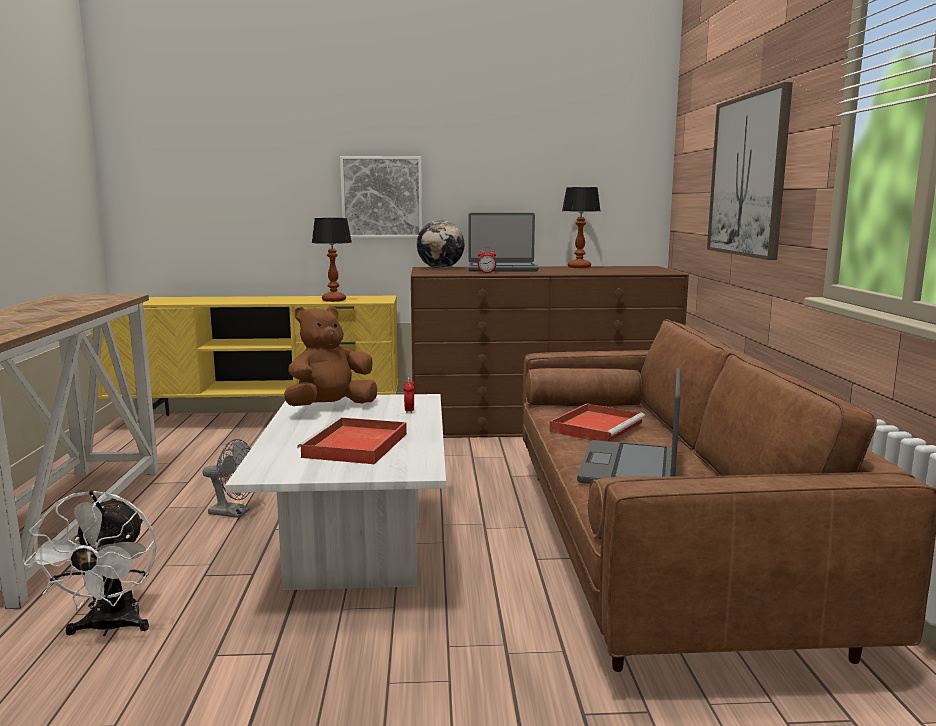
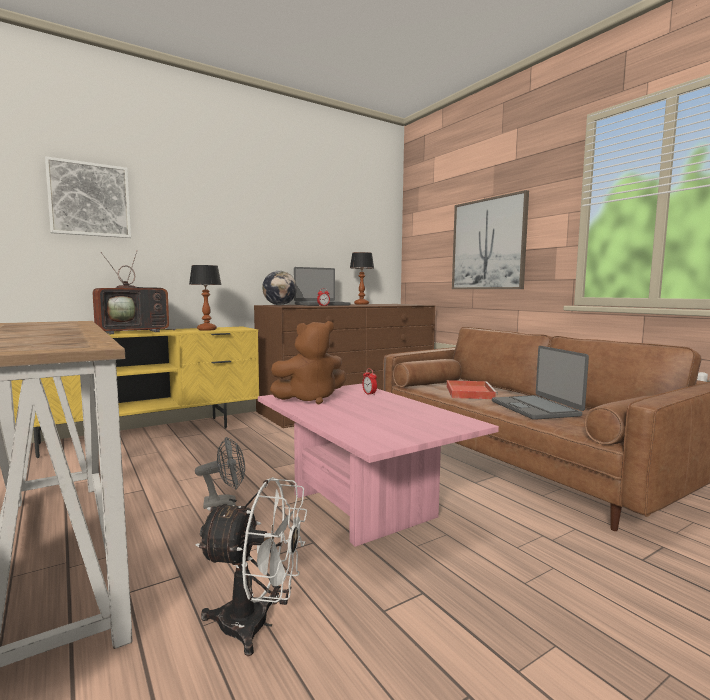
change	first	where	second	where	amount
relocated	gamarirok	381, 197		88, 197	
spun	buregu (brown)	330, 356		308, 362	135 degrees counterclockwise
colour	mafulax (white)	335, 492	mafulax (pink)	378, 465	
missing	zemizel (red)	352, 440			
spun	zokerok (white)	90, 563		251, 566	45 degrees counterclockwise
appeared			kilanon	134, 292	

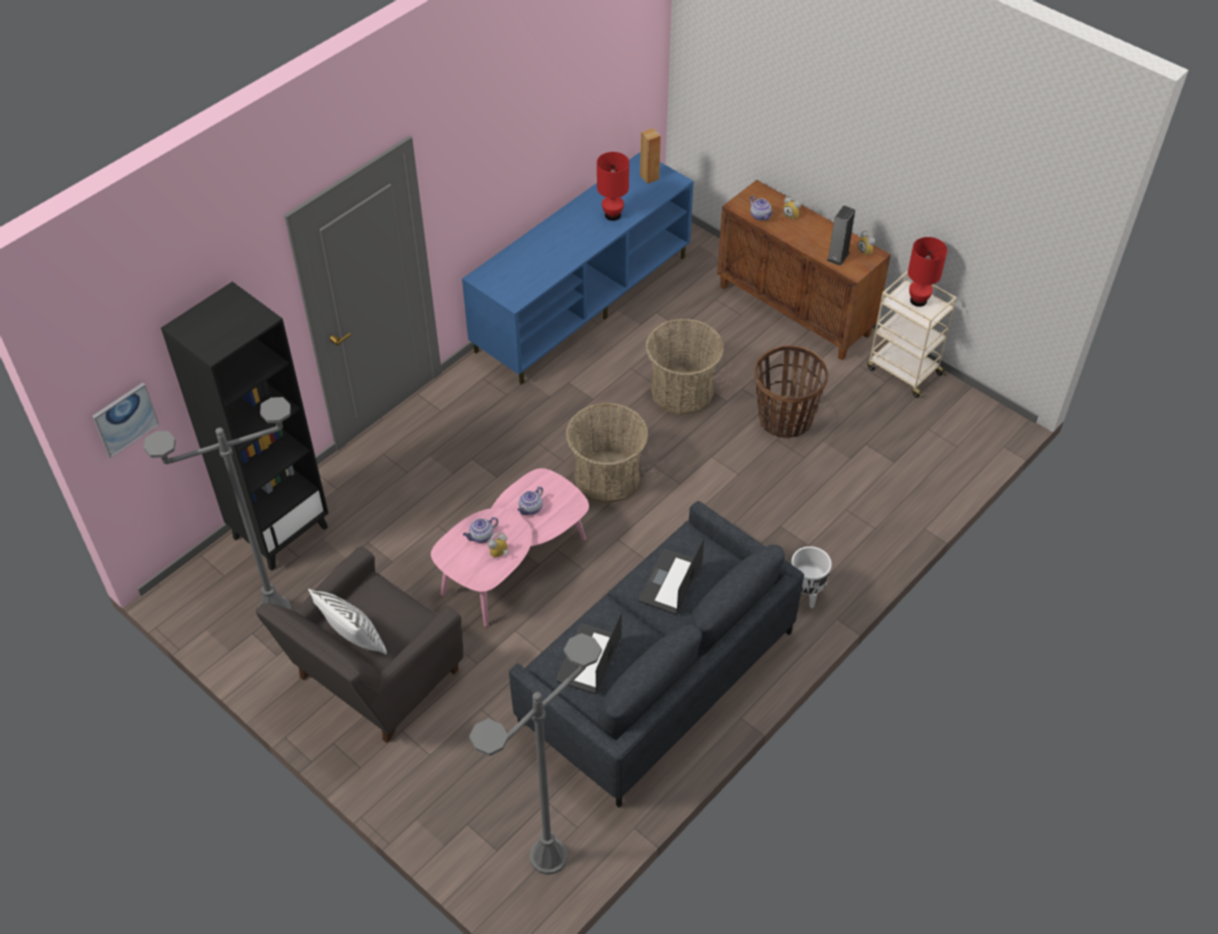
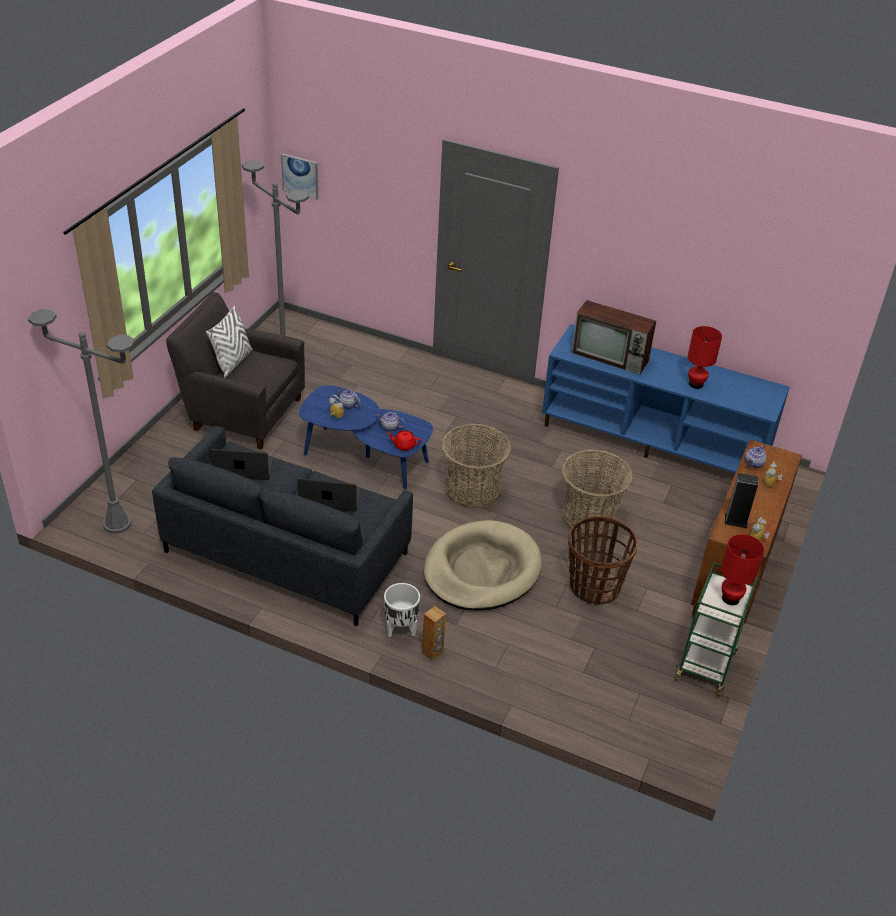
change	first	where	second	where	amount
relocated	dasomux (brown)	650, 156		434, 633	
colour	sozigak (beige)	912, 334	sozigak (green)	716, 629	
missing	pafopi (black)	244, 426			
colour	mafulax (pink)	510, 547	mafulax (blue)	366, 437	
appeared			kilanon	613, 337	
appeared			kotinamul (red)	404, 440	
appeared			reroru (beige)	483, 565	

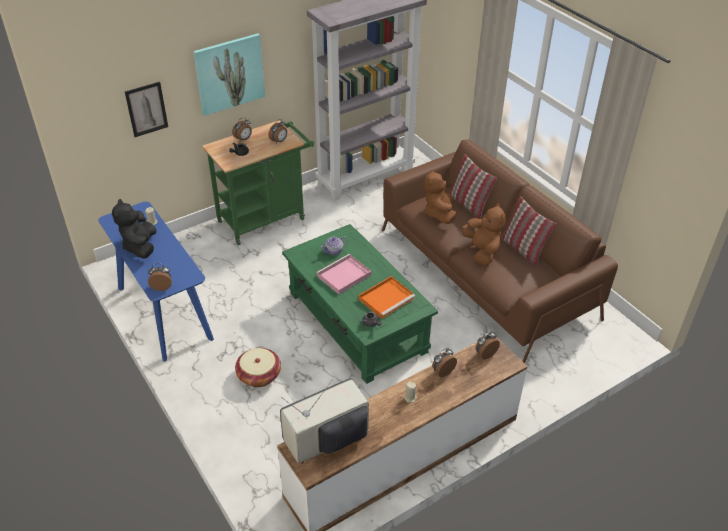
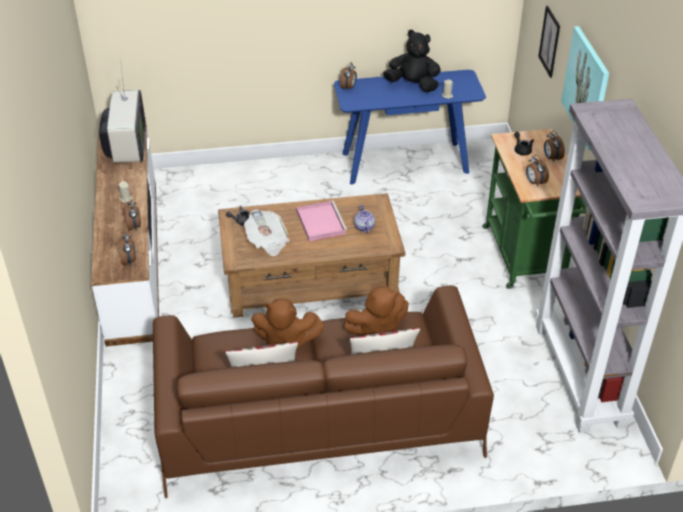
change	first	where	second	where	amount
spun	buregu (brown)	440, 196		376, 311	135 degrees clockwise
colour	mafulax (green)	360, 304	mafulax (brown)	311, 255	
exchanged	zemizel (orange)	387, 297	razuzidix	267, 232	
missing	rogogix	258, 367			

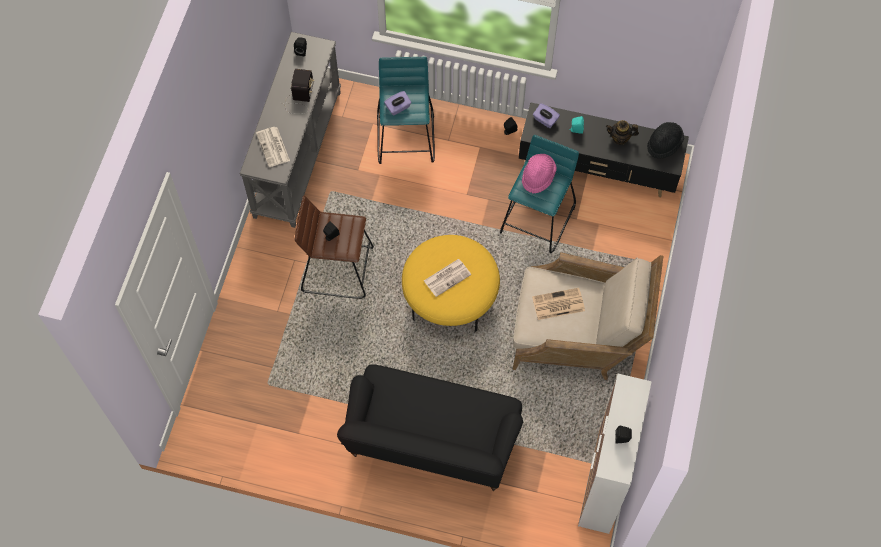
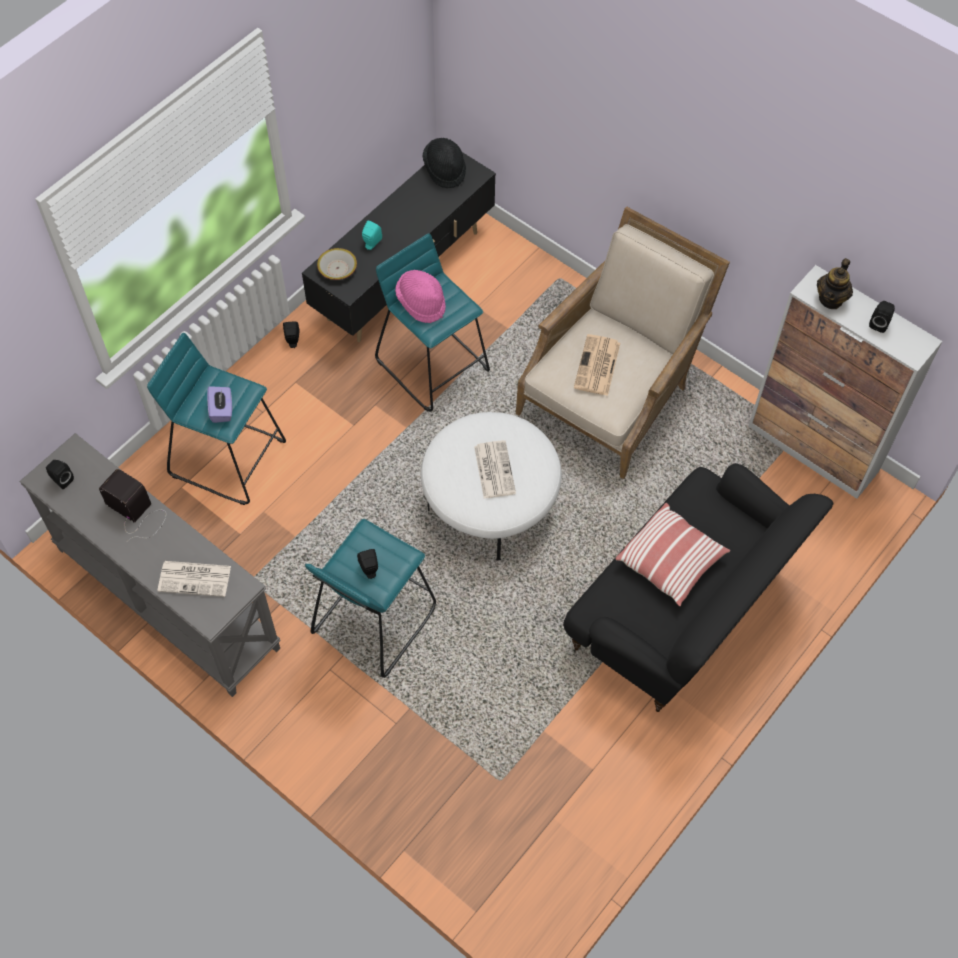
change	first	where	second	where	amount
exchanged	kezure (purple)	546, 115	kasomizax	337, 264	
relocated	kotinamul	622, 132		835, 283	
colour	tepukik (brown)	334, 247	tepukik (turquoise)	370, 598	
colour	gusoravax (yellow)	451, 283	gusoravax (white)	491, 486	
appeared			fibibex	672, 554	

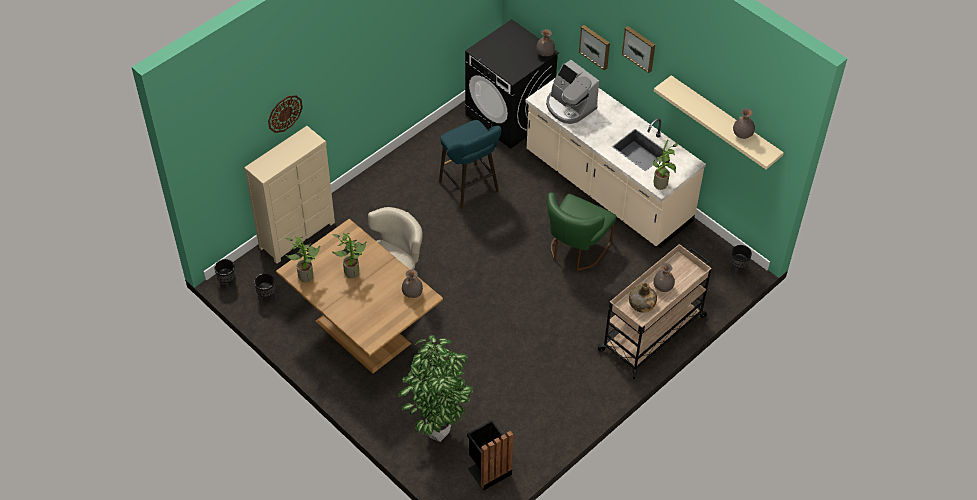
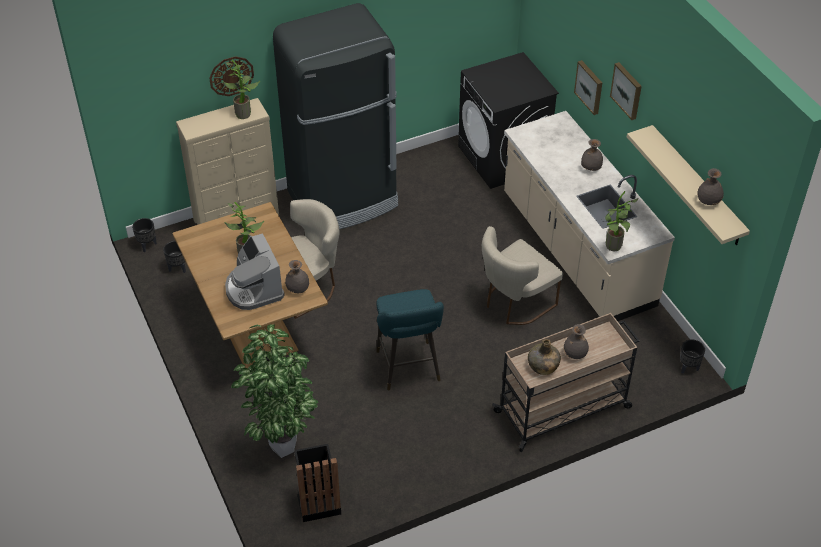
change	first	where	second	where	amount
relocated	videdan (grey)	545, 42		592, 155	
relocated	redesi	572, 92		255, 271	
relocated	tepukik (turquoise)	470, 164		410, 340	
colour	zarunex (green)	581, 231	zarunex (beige)	522, 275	
relocated	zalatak	302, 259		241, 89	
appeared			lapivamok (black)	335, 116	

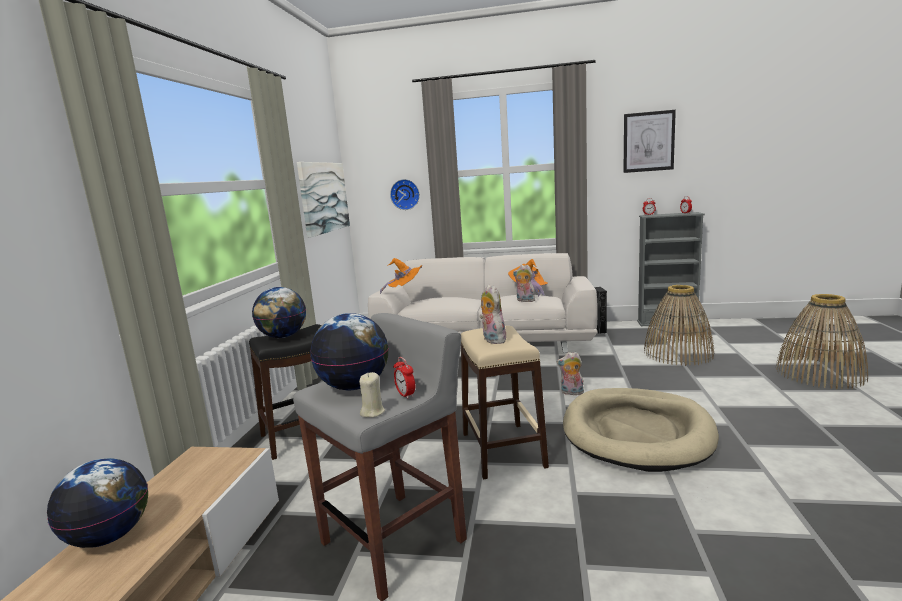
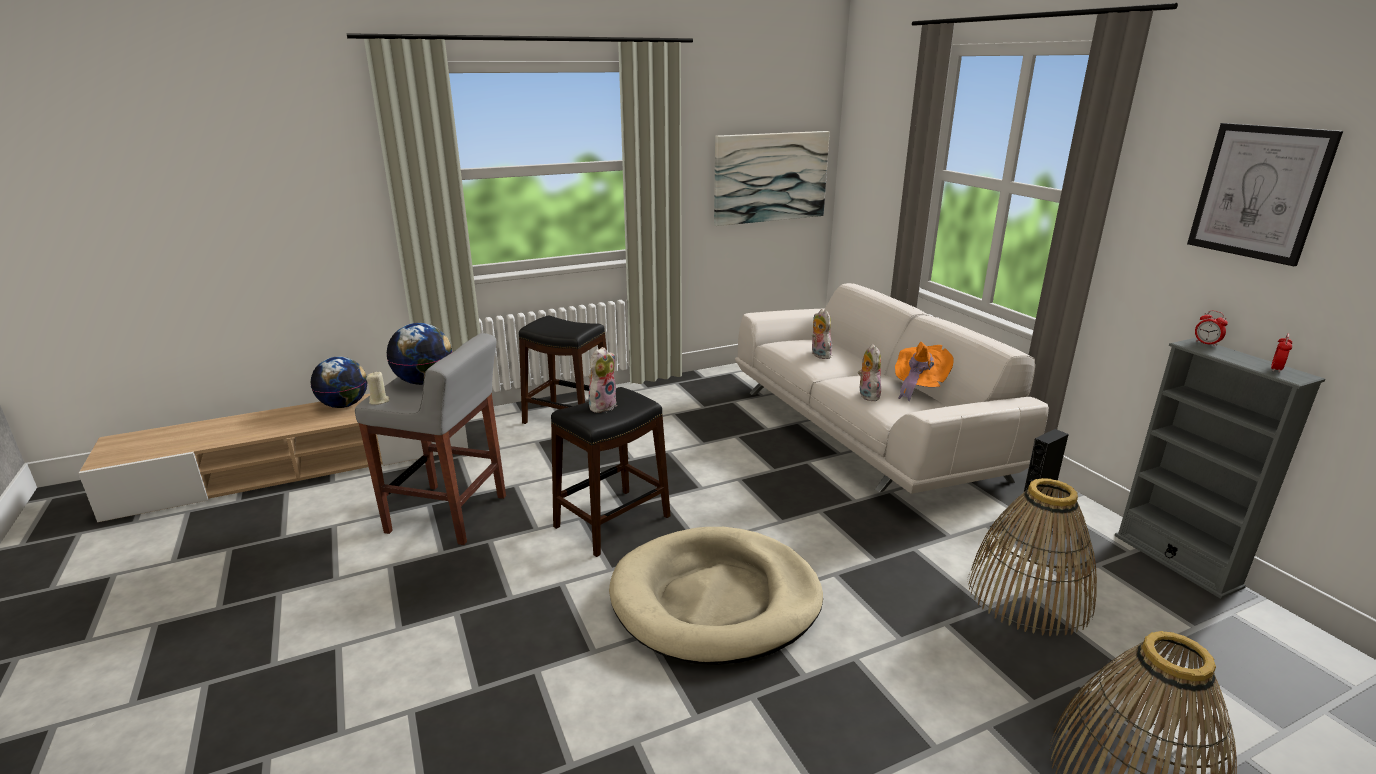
change	first	where	second	where	amount
missing	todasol	405, 194			
missing	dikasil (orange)	401, 276			
missing	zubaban	279, 312			
colour	tepukik (beige)	505, 403	tepukik (black)	611, 472	
relocated	buregu	570, 373		822, 334	
missing	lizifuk	404, 378			

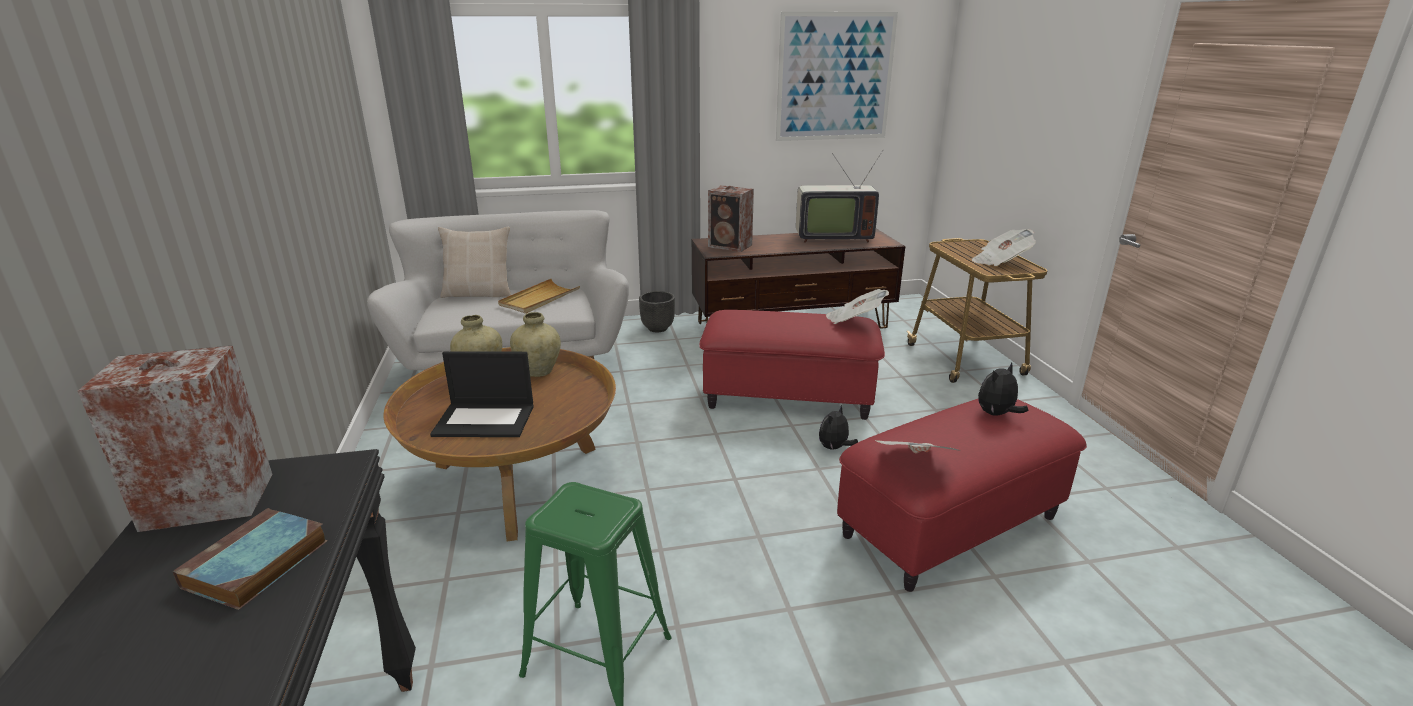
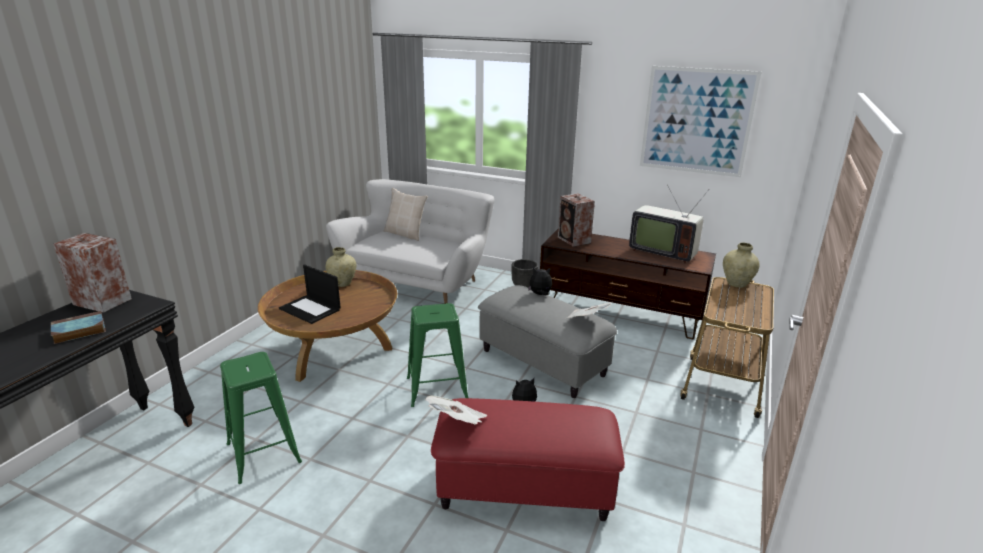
change	first	where	second	where	amount
missing	razuzidix	1004, 247			
missing	zemizel (beige)	539, 296			
colour	gusoravax (red)	792, 365	gusoravax (grey)	547, 341	
relocated	videdan (beige)	535, 344		741, 265	
relocated	buregu	1003, 389		540, 281	
appeared			tepukik (green)	437, 355	

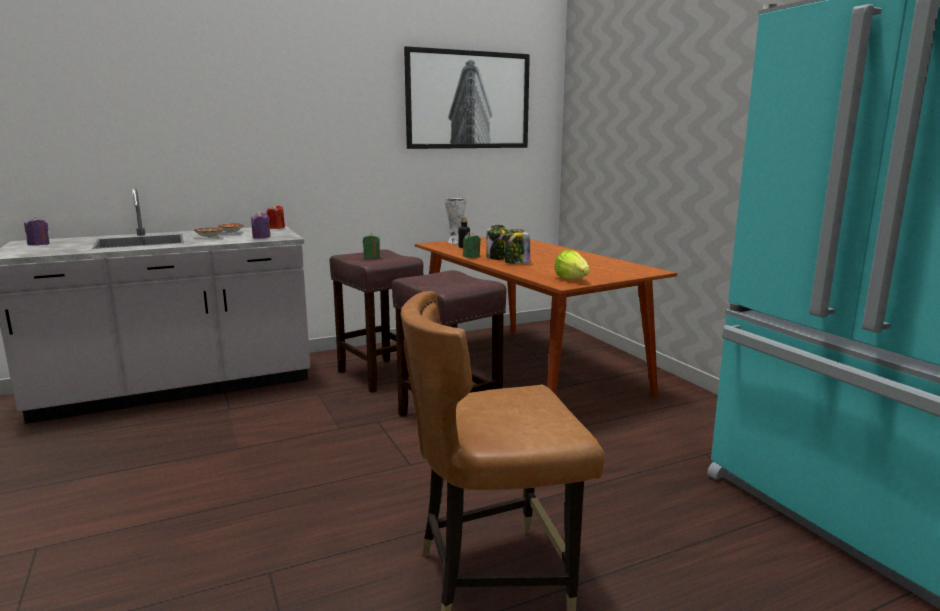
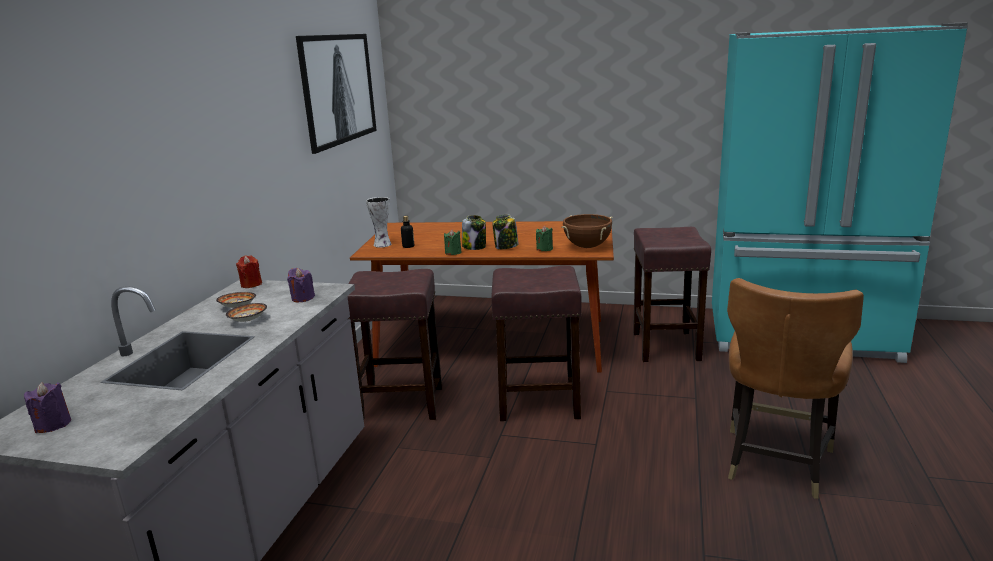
change	first	where	second	where	amount
relocated	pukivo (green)	371, 245		544, 238	
exchanged	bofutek	572, 265	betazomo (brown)	587, 231	
appeared			tepukik (brown)	672, 294	

